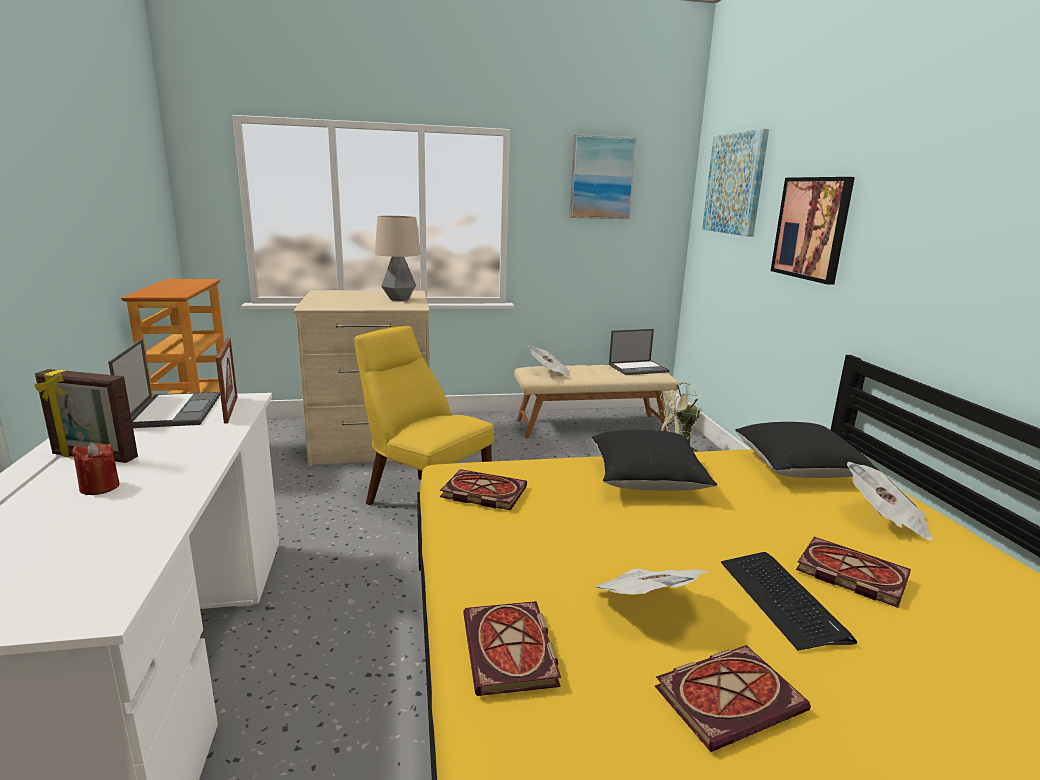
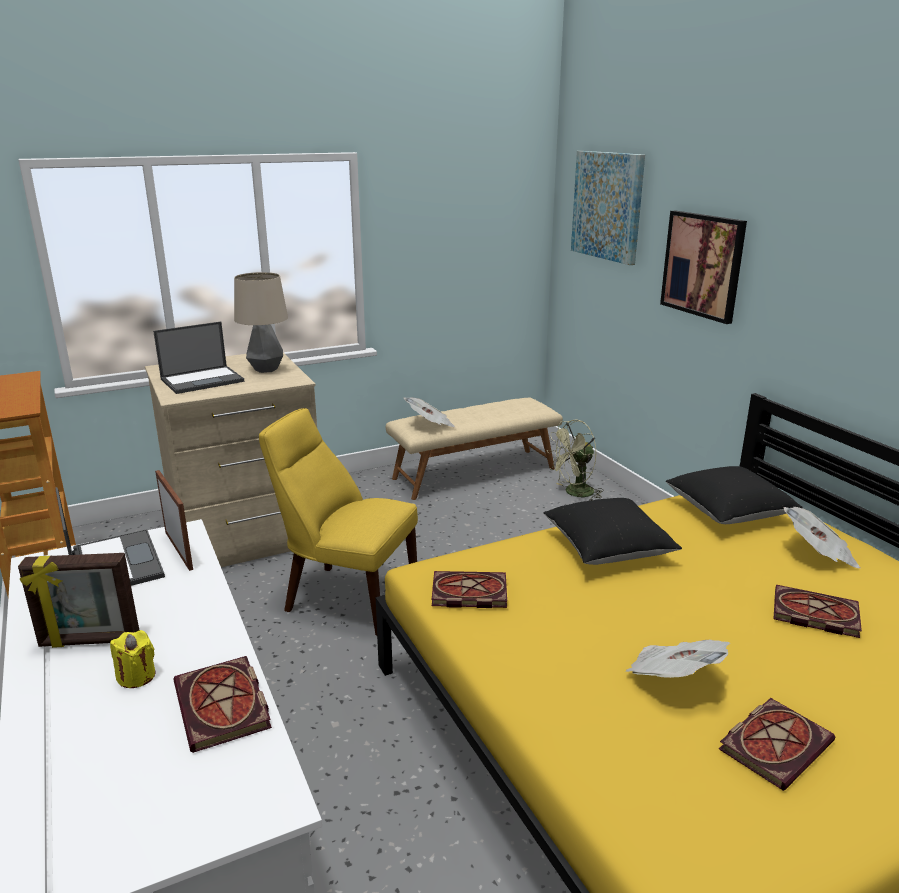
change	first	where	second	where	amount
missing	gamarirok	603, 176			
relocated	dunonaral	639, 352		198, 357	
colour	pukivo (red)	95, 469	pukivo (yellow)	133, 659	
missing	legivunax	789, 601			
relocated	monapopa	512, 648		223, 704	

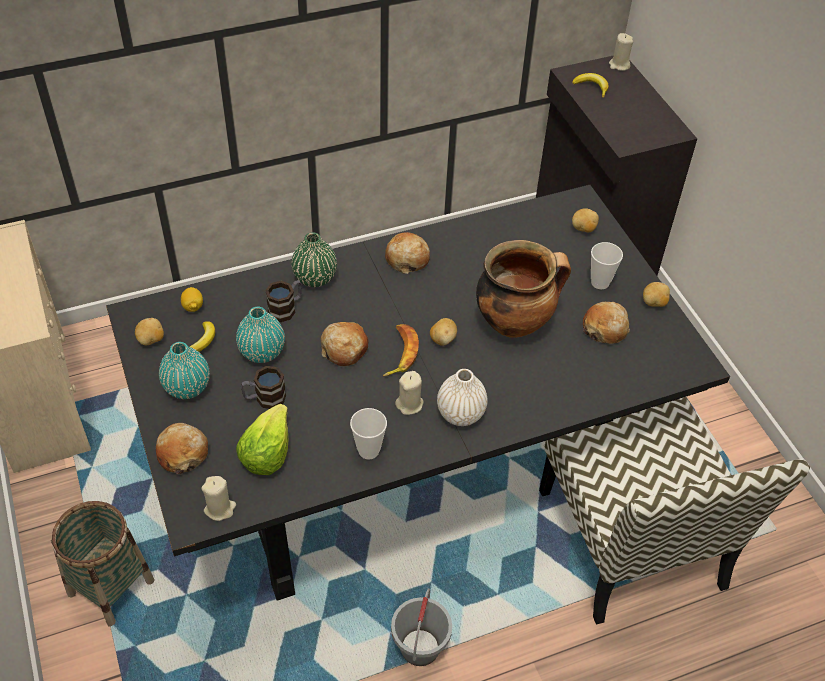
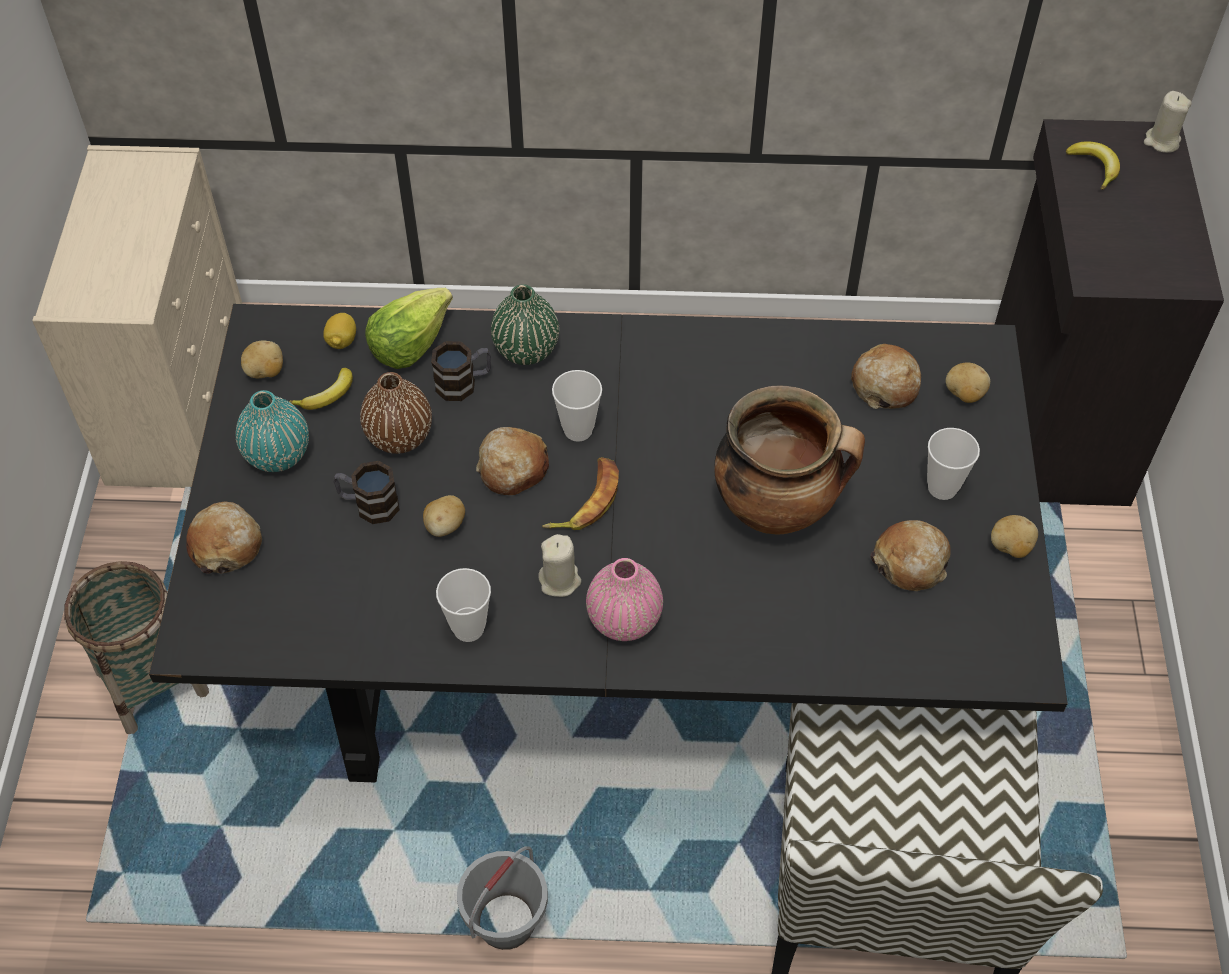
change	first	where	second	where	amount
relocated	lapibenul	407, 253		886, 376	
colour	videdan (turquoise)	260, 335	videdan (brown)	396, 413	
relocated	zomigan	443, 332		444, 516	
colour	videdan (white)	462, 397	videdan (pink)	624, 599	
relocated	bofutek	262, 439		409, 328	
missing	pukivo (beige)	218, 498			
appeared			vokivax	577, 406	

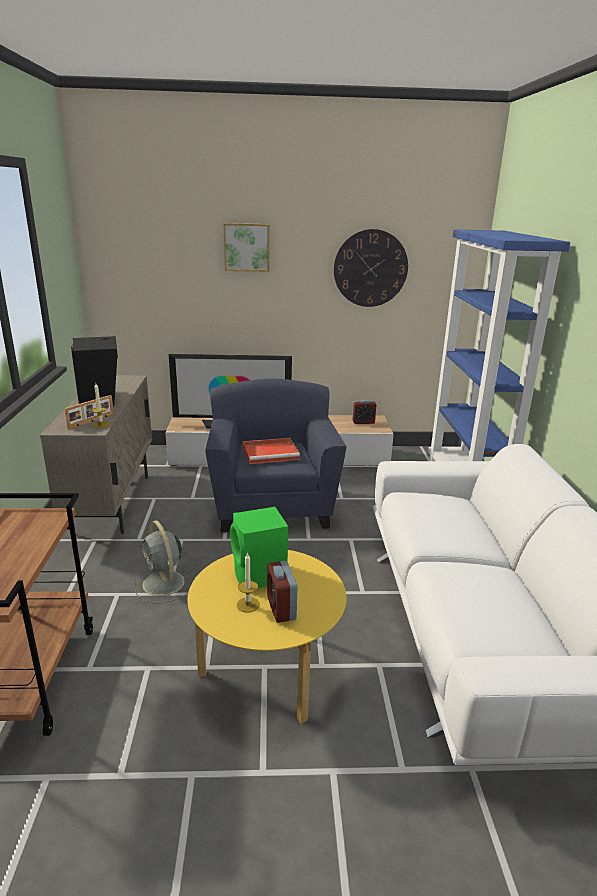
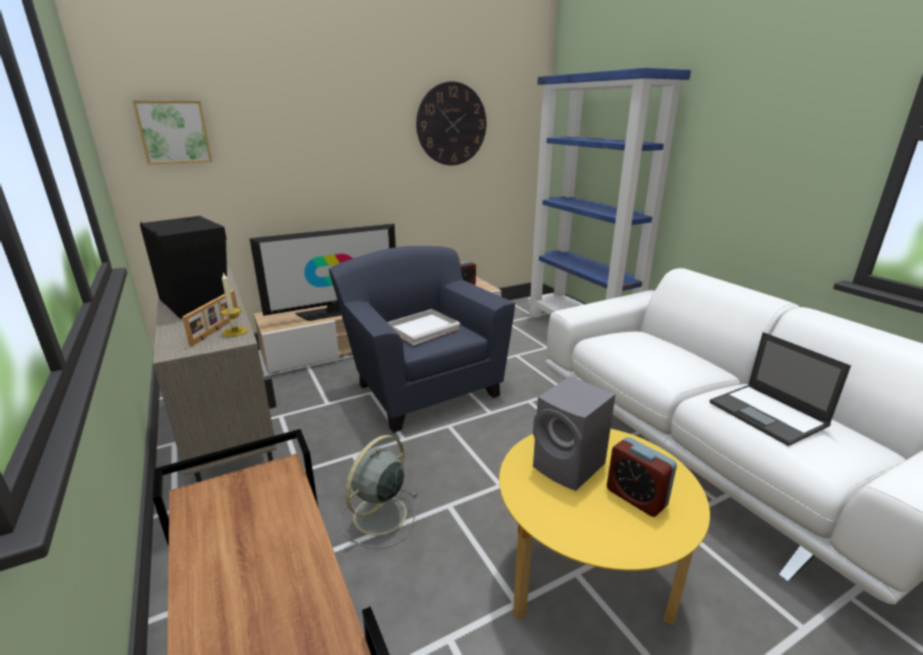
change	first	where	second	where	amount
relocated	gamarirok	246, 247		172, 132	
colour	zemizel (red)	271, 451	zemizel (white)	423, 327	
colour	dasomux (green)	259, 547	dasomux (grey)	574, 433	
spun	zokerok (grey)	164, 561		378, 491	90 degrees clockwise
missing	pukivo	248, 582			
appeared			dunonaral	780, 389	

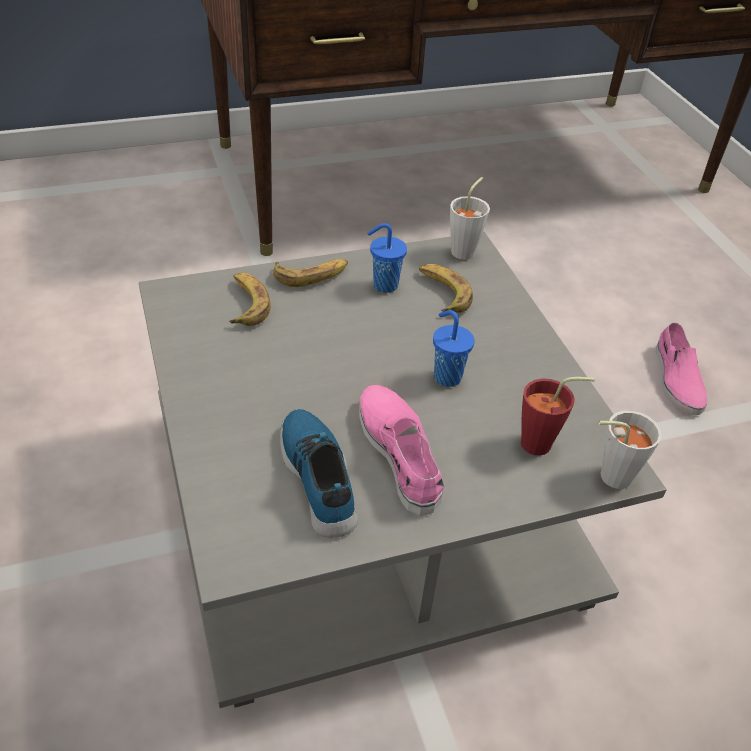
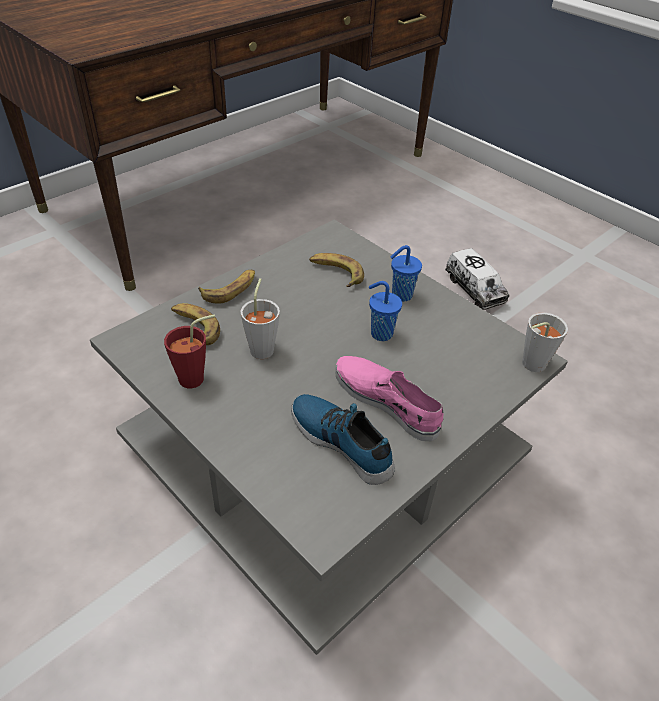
change	first	where	second	where	amount
relocated	vokivax (grey)	470, 218		260, 318	
relocated	vokivax (blue)	387, 258		406, 273	
exchanged	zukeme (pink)	681, 369	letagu	477, 279	
relocated	vokivax (red)	558, 416		189, 351	

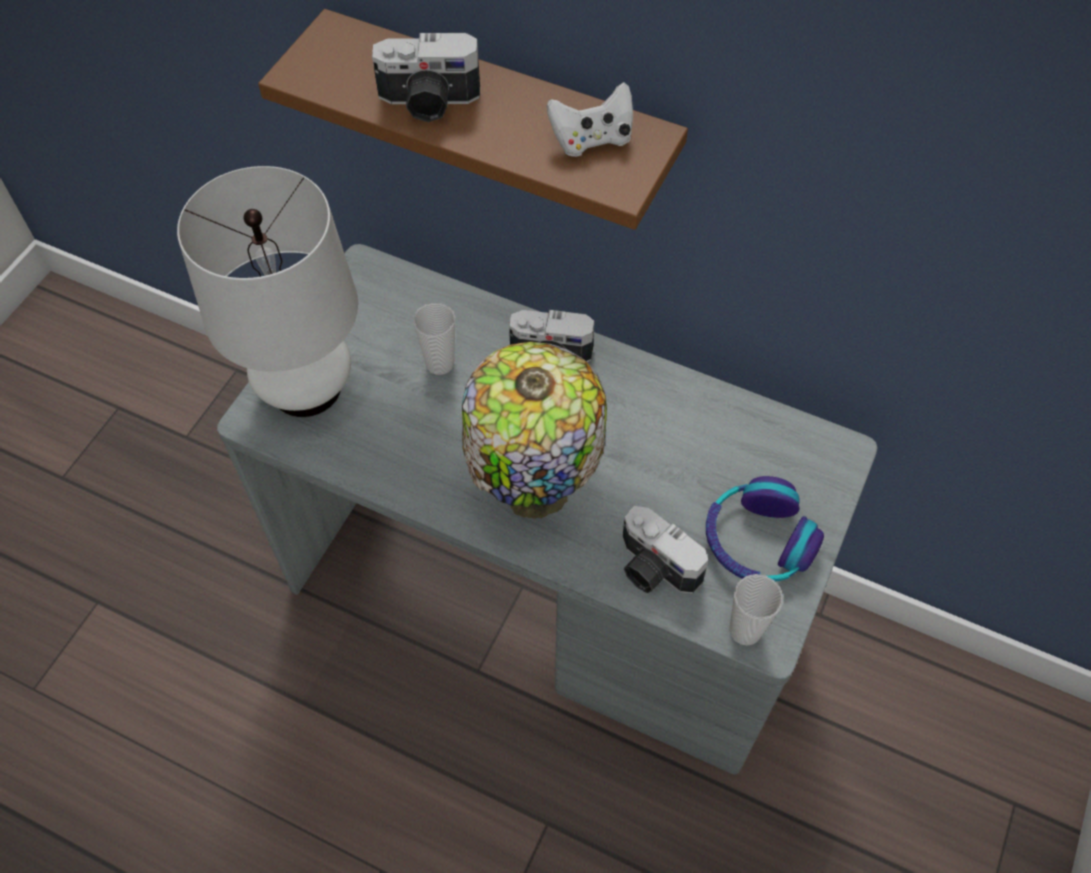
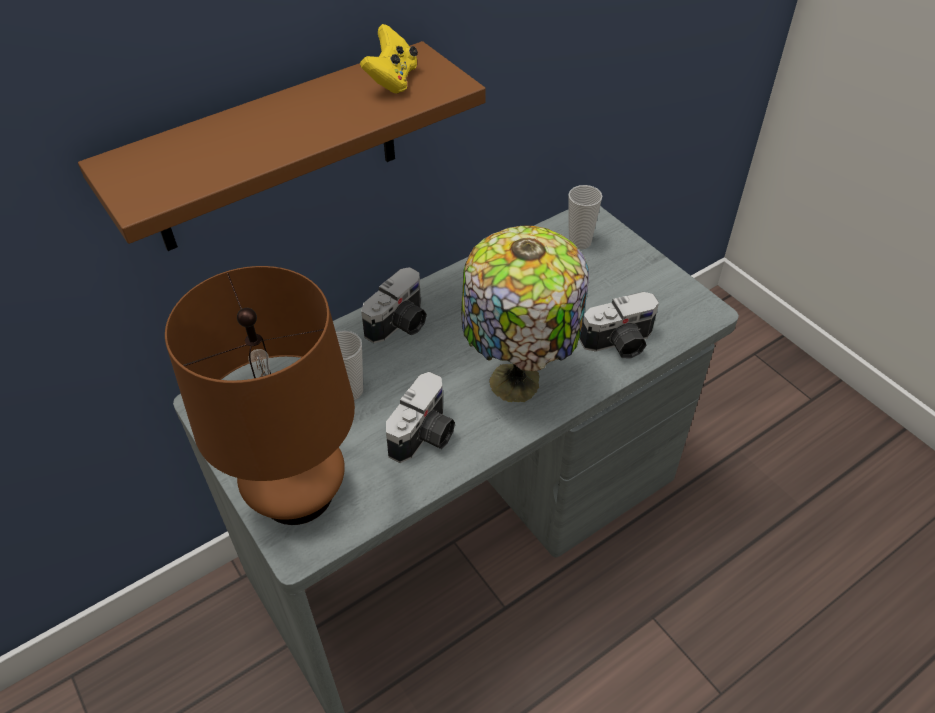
change	first	where	second	where	amount
relocated	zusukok	426, 77		420, 417	
colour	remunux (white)	589, 119	remunux (yellow)	389, 58	
colour	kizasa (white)	267, 291	kizasa (brown)	260, 395	
missing	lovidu	765, 528			
relocated	vokivax	756, 610		585, 217	

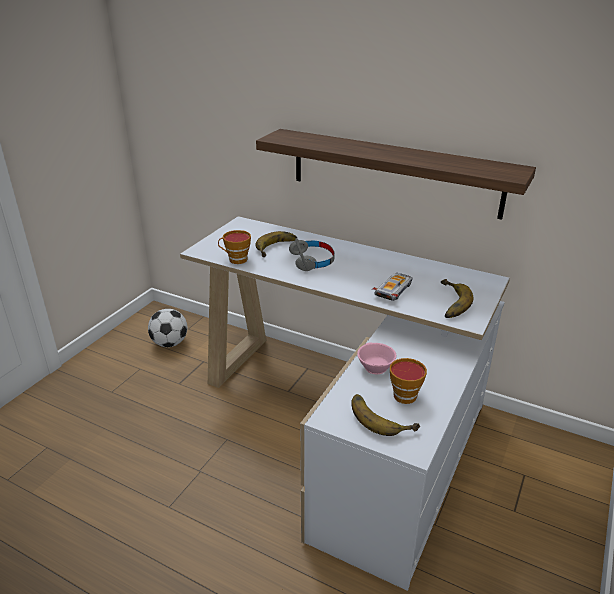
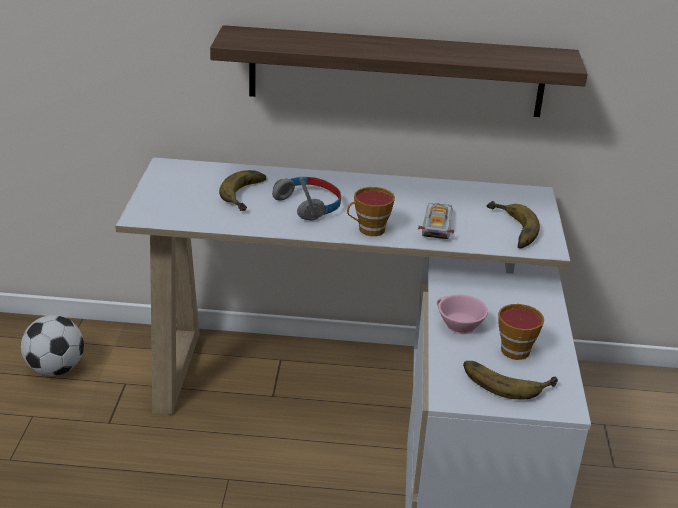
change	first	where	second	where	amount
relocated	vokivax	234, 247		371, 211	

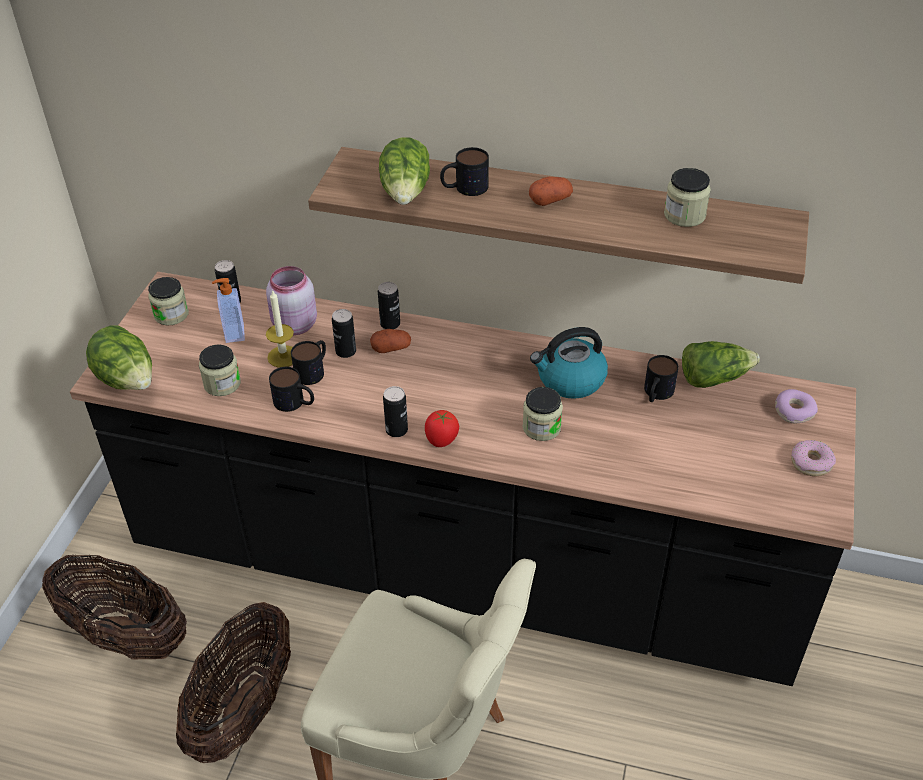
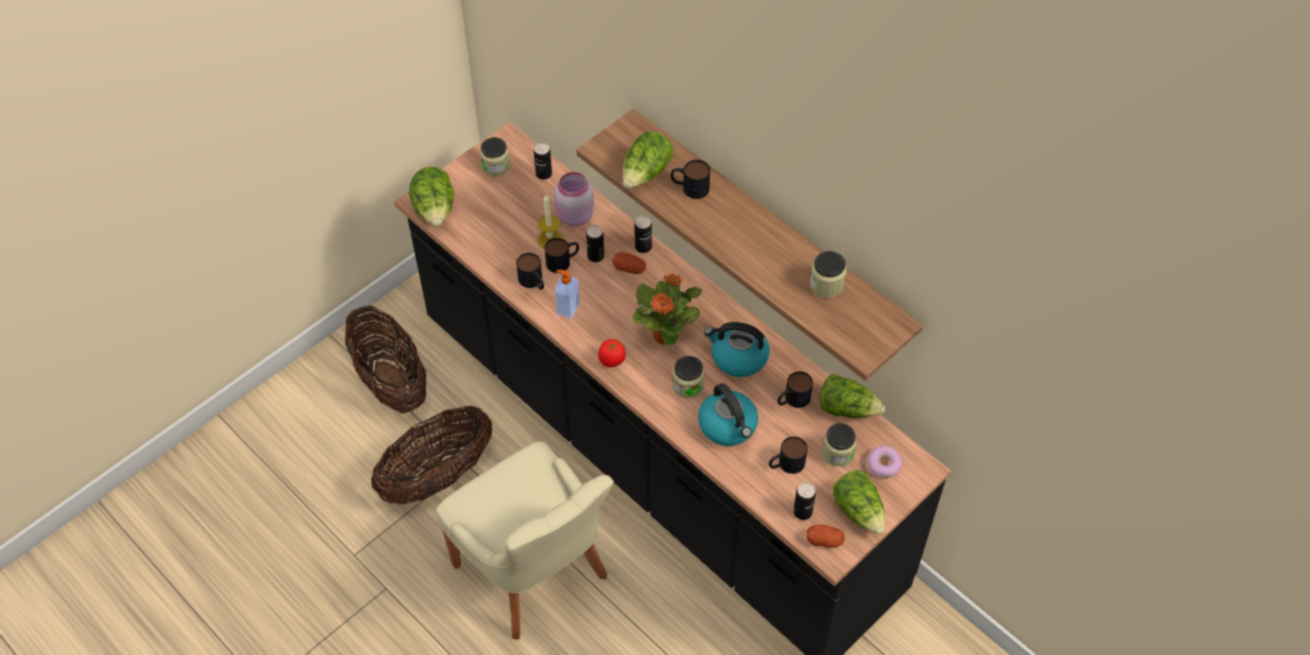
change	first	where	second	where	amount
relocated	zomigan	551, 191		825, 536	
relocated	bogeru	228, 310		567, 294	
relocated	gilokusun	220, 370		839, 445	
relocated	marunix	395, 411		804, 501	
exchanged	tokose	813, 458	bofutek	859, 502	
appeared			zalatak	667, 310	
appeared			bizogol	728, 414	
appeared			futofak	788, 455	

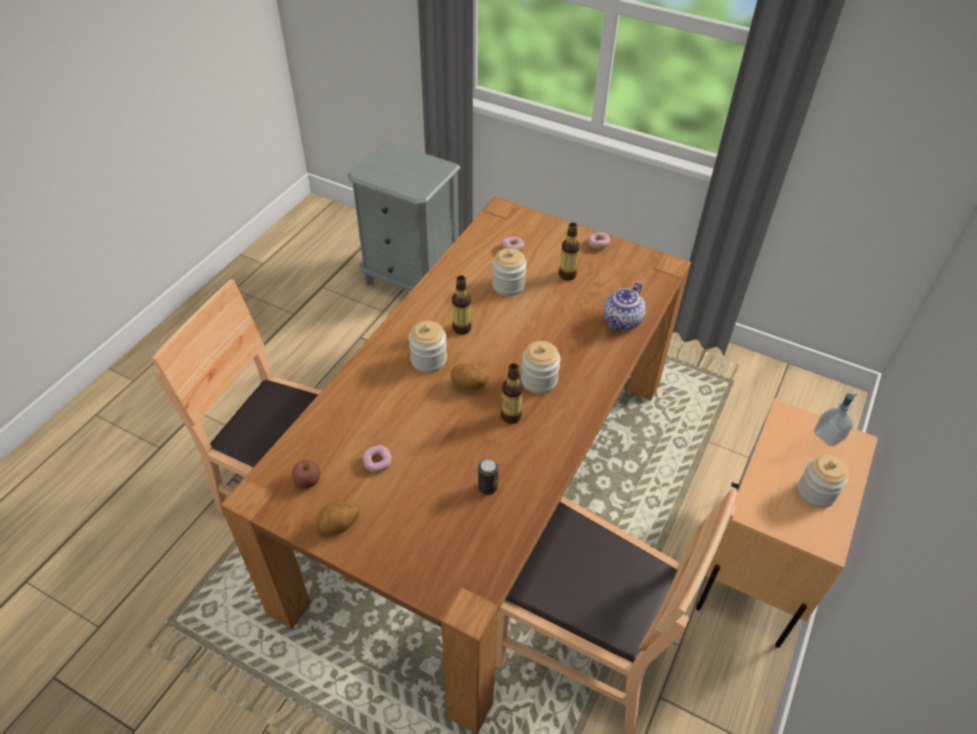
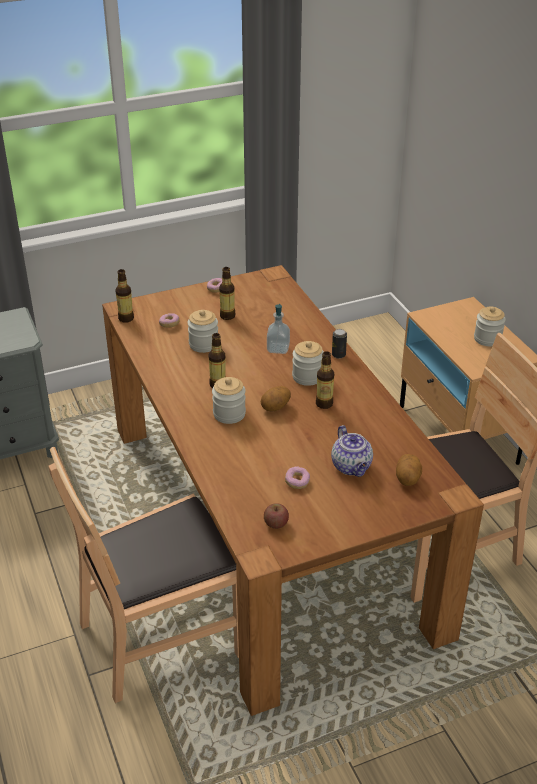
change	first	where	second	where	amount
relocated	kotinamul	625, 306		352, 451	
relocated	bogeru	835, 419		278, 329	
relocated	marunix	488, 477		339, 343	
relocated	zomigan	338, 517		409, 470	
appeared			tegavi	124, 296	

